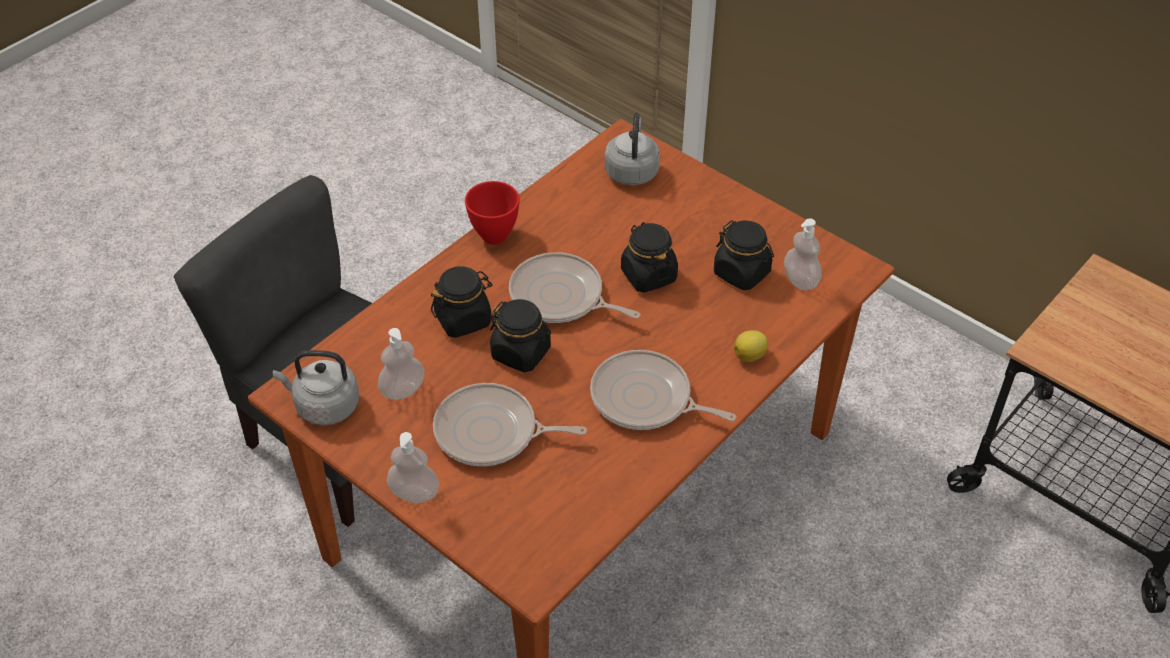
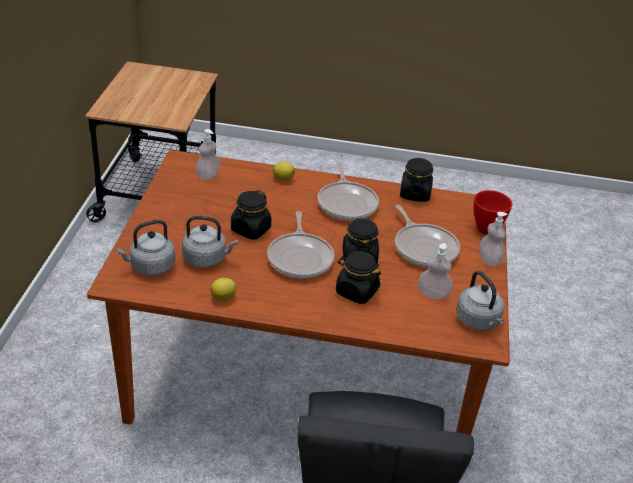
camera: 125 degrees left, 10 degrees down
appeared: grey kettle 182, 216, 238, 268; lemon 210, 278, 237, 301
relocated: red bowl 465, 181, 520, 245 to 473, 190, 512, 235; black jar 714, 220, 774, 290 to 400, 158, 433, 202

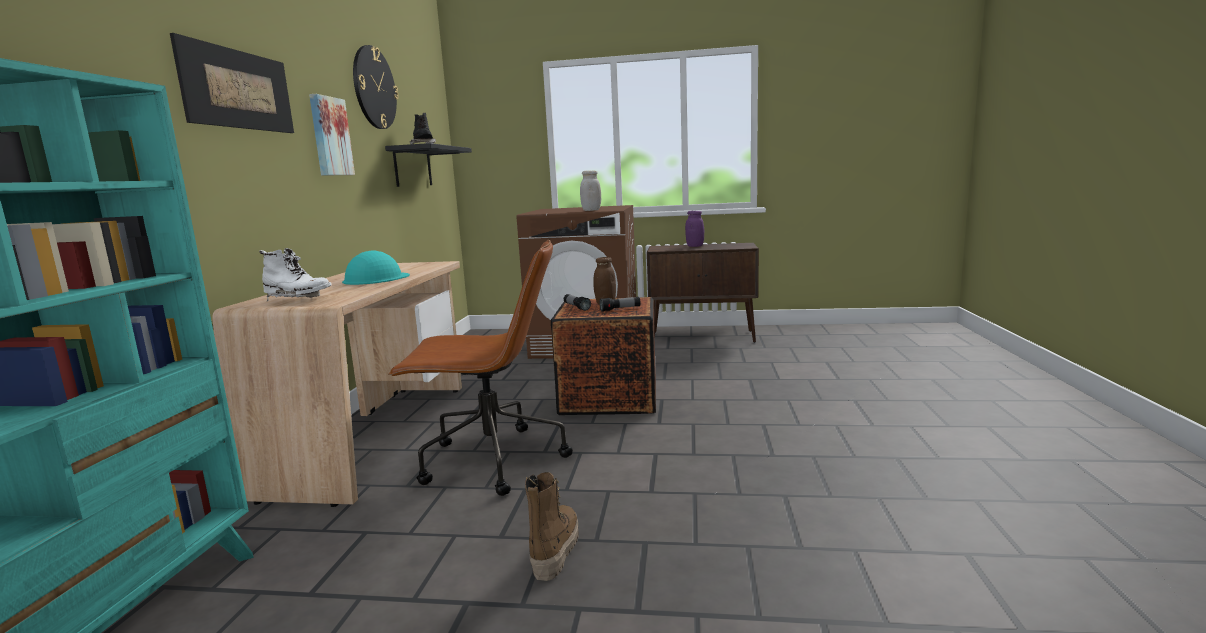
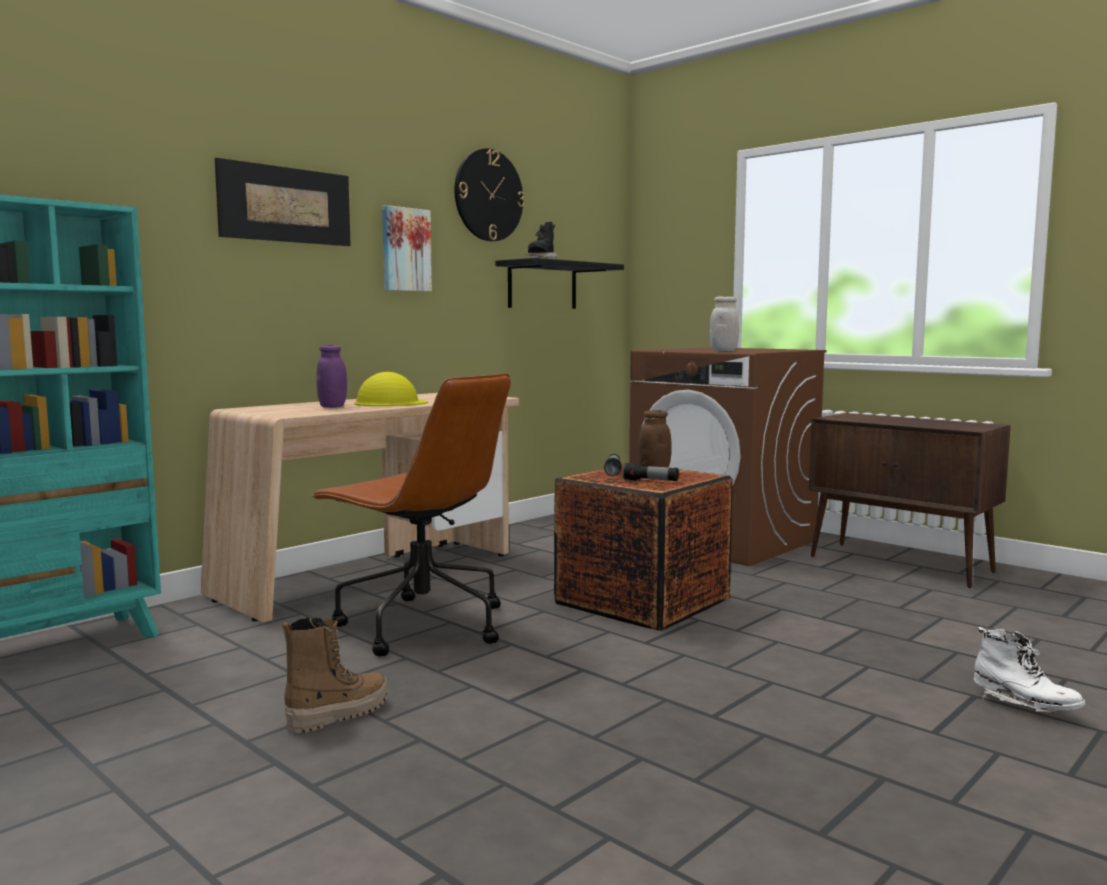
camera: 35 degrees right, 5 degrees down
relocated: white boot 259, 248, 332, 301 to 974, 627, 1085, 714; purple jar 685, 211, 704, 247 to 317, 345, 347, 408
colour: turquoise hard hat 342, 251, 410, 285 to yellow hard hat 354, 372, 428, 406

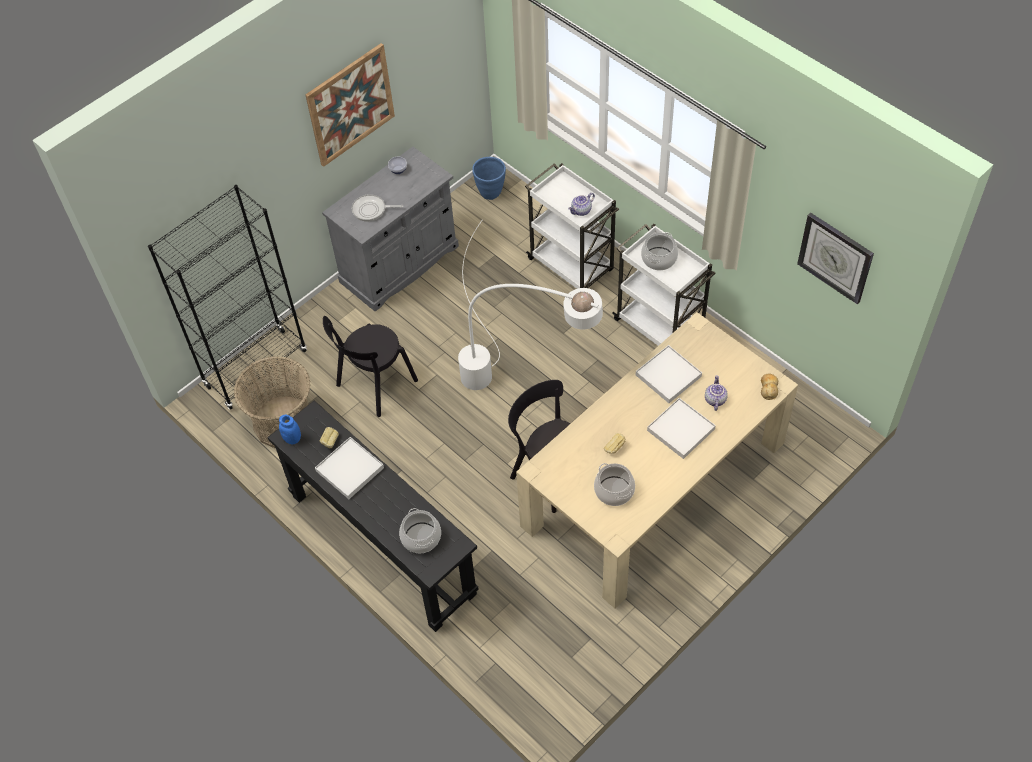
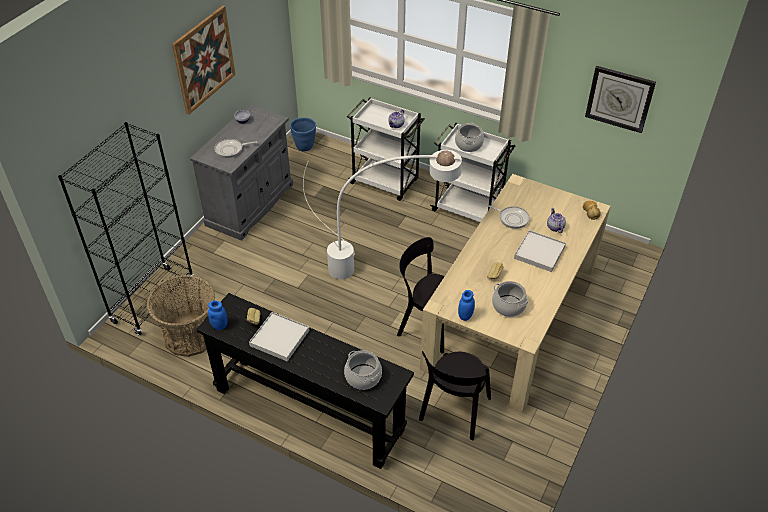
camera: 20 degrees left, 10 degrees down
appeared: blue jar 458, 290, 475, 321
relocated: black chair 323, 316, 418, 417 to 419, 351, 491, 441
exchanged: white tray 636, 345, 702, 403 to frying pan 486, 204, 530, 229

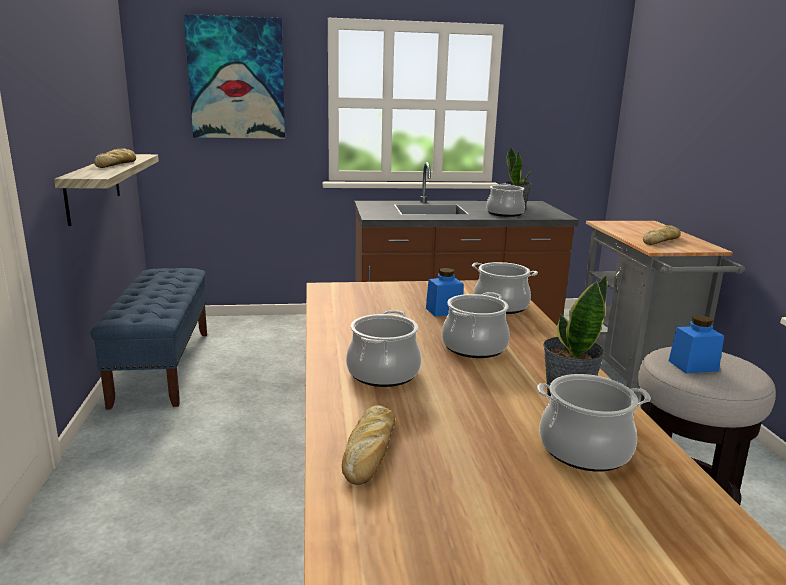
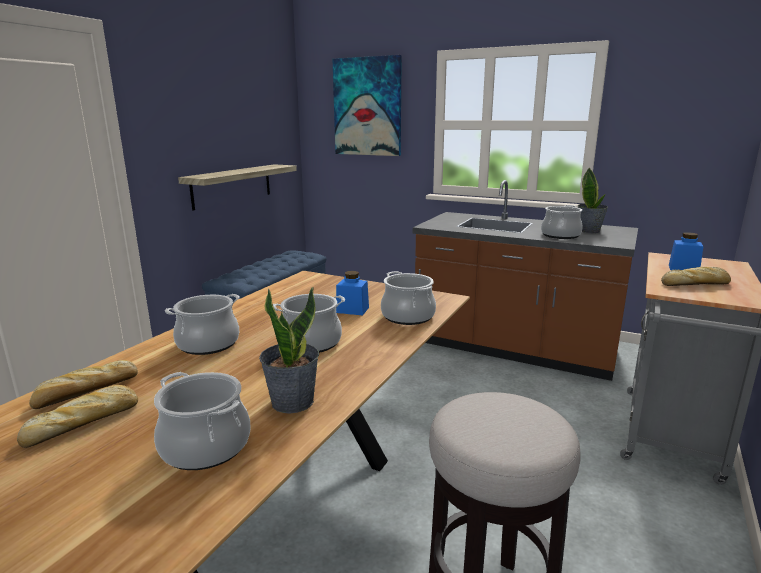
camera: 35 degrees right, 0 degrees up
relocated: bread 94, 148, 136, 168 to 17, 385, 138, 448; blue jar 669, 315, 724, 373 to 669, 232, 704, 270

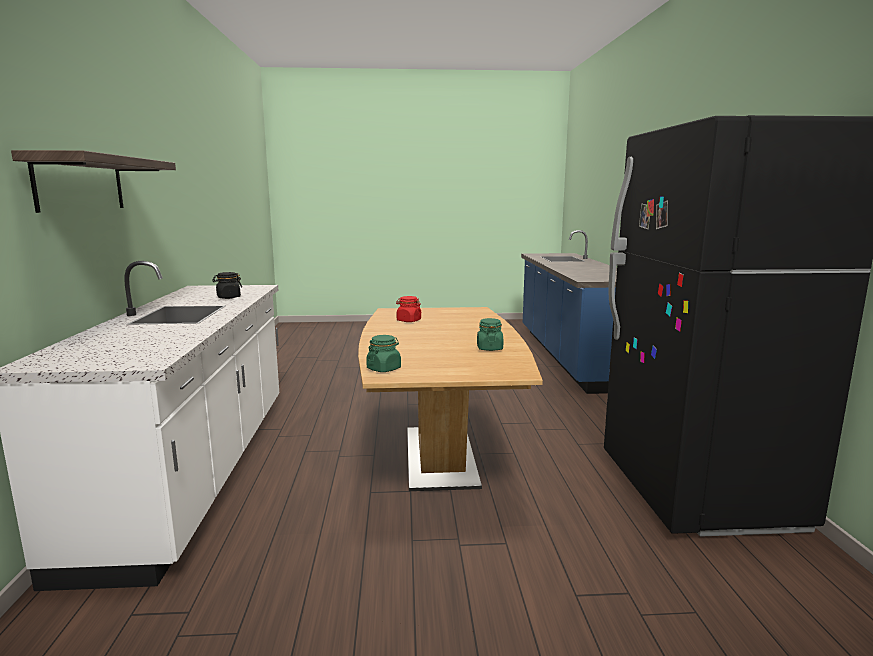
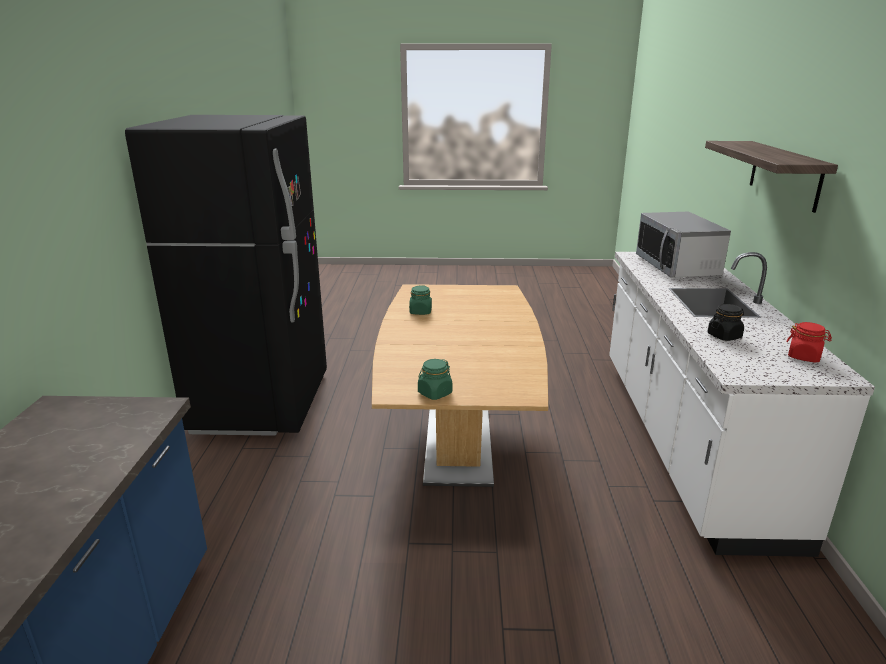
camera: 175 degrees left, 10 degrees up
appeared: microwave 636, 211, 731, 278
relocated: green jar 366, 335, 401, 372 to 418, 359, 452, 400; red jar 396, 296, 421, 322 to 786, 322, 832, 362

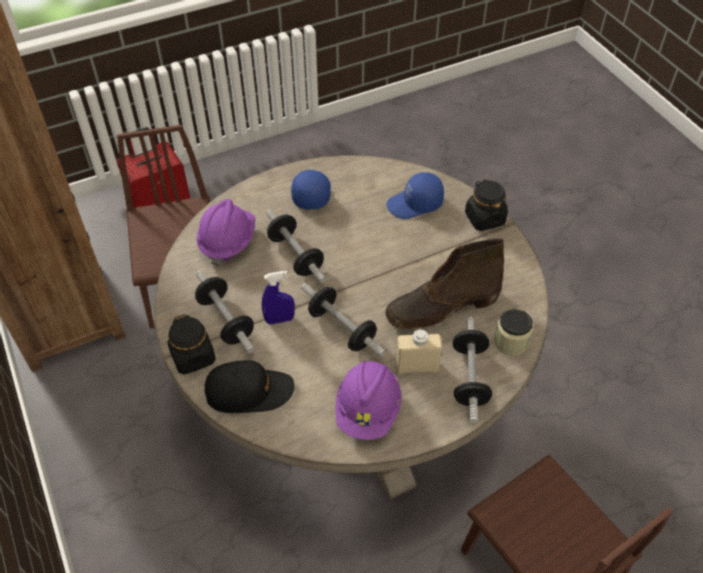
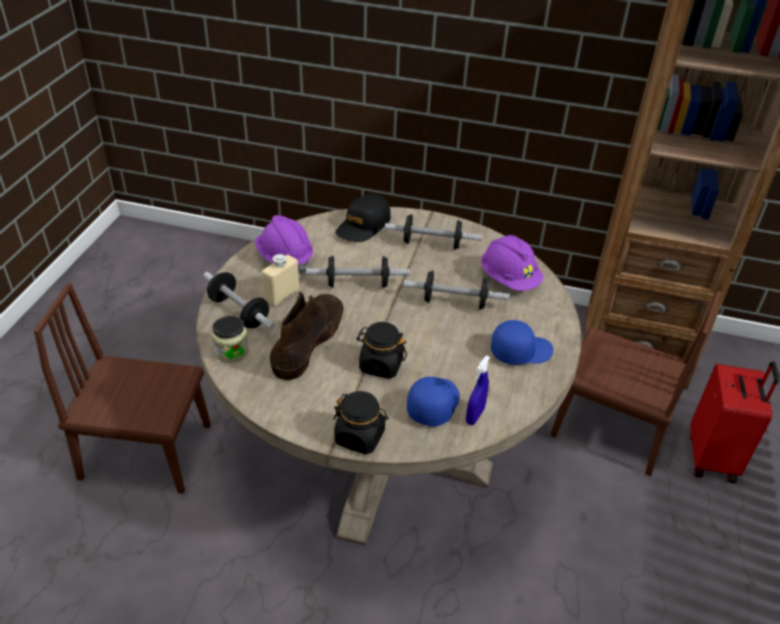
camera: 130 degrees right, 10 degrees down
relocated: black jar 167, 314, 216, 375 to 356, 322, 407, 379; blue spray bottle 262, 271, 295, 324 to 466, 356, 490, 425
spun: blue cap 291, 170, 331, 210 = 491, 320, 553, 365 60 degrees counterclockwise

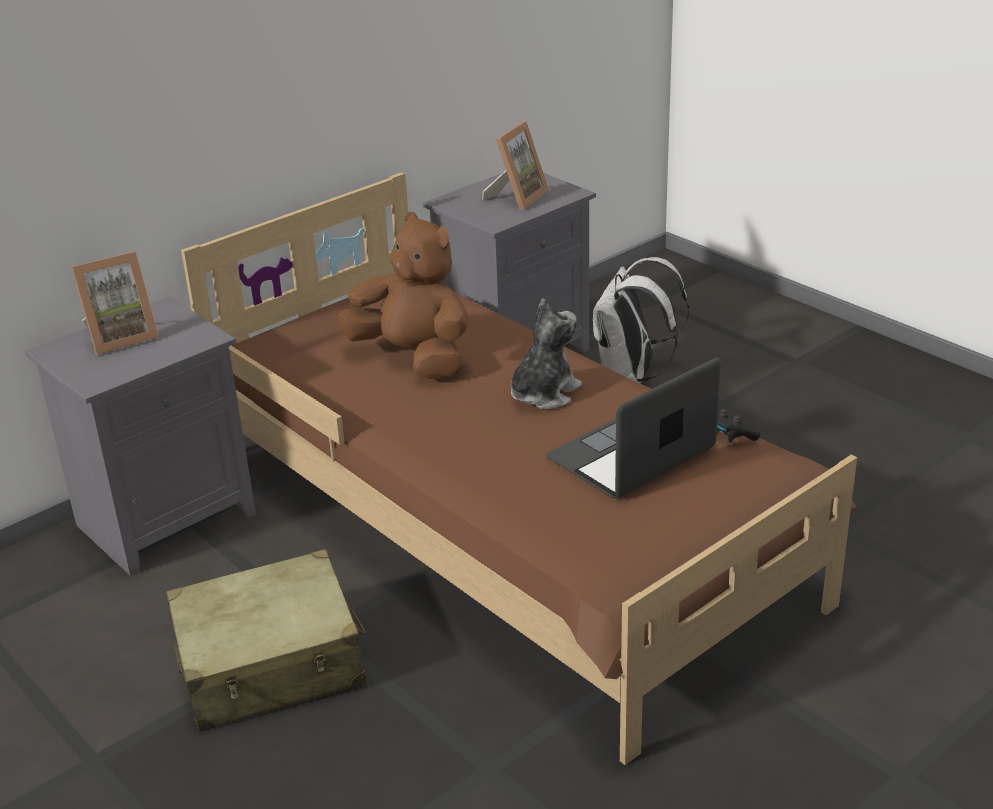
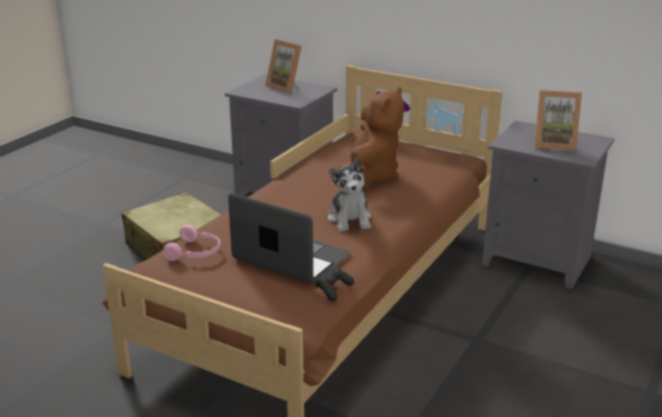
camera: 70 degrees right, 5 degrees down
missing: white backpack 593, 257, 689, 384
appeared: pink headphones 163, 225, 220, 261
spun: plush toy 511, 298, 582, 410 = 328, 158, 371, 232 60 degrees clockwise

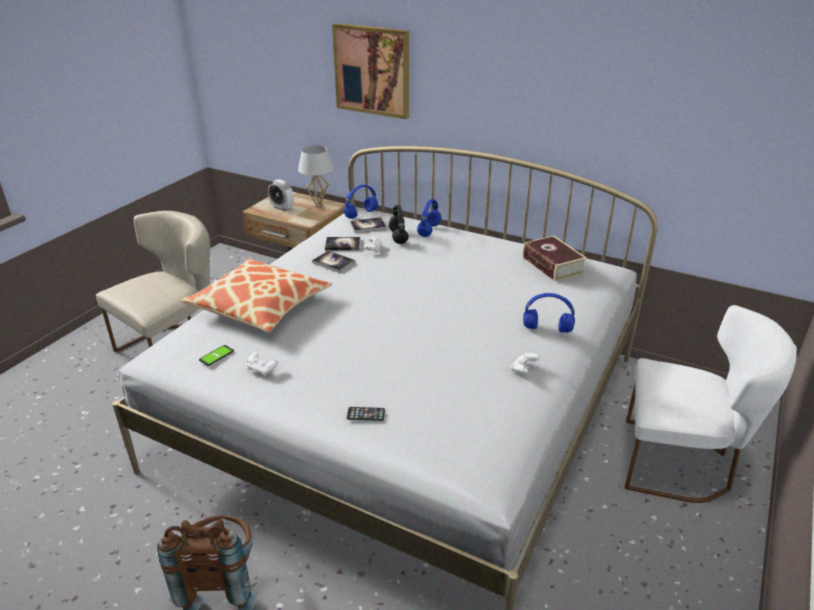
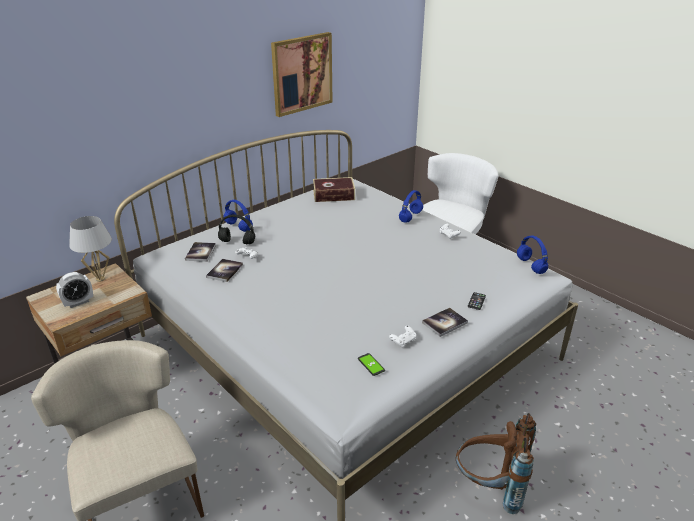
camera: 70 degrees left, 0 degrees up
missing: pillow 181, 259, 332, 332
relocated: book 312, 251, 355, 273 to 422, 308, 468, 337; picture 332, 23, 409, 119 to 271, 32, 333, 117; blue headphones 344, 185, 378, 219 to 517, 236, 548, 274

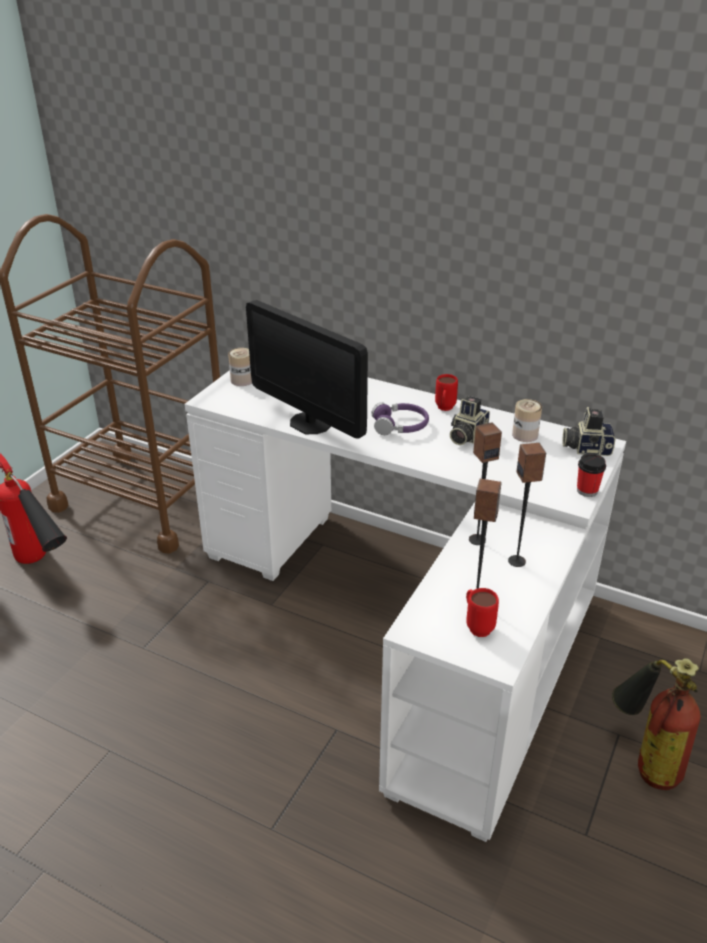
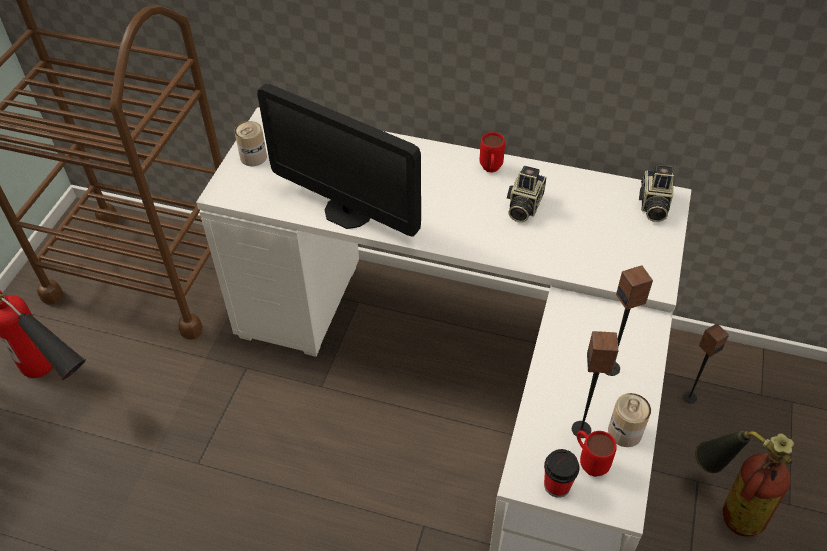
camera: 10 degrees left, 15 degrees up
missing: purple headphones 371, 402, 429, 435
relocated: speaker 469, 422, 502, 545 to 683, 323, 729, 403; can 512, 399, 542, 442 to 608, 393, 651, 447; cup 577, 453, 606, 497 to 544, 449, 580, 498
spun: photo camera 562, 407, 615, 456 = 639, 165, 674, 222 75 degrees counterclockwise

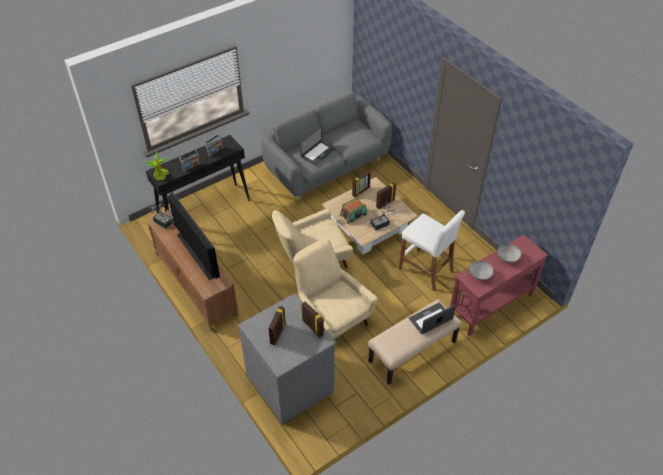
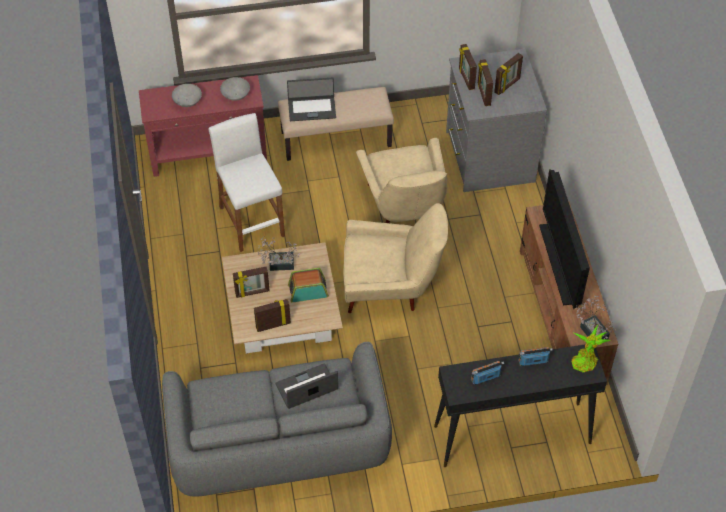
camera: 155 degrees left, 5 degrees up
appeared: picture frame 478, 59, 493, 106

